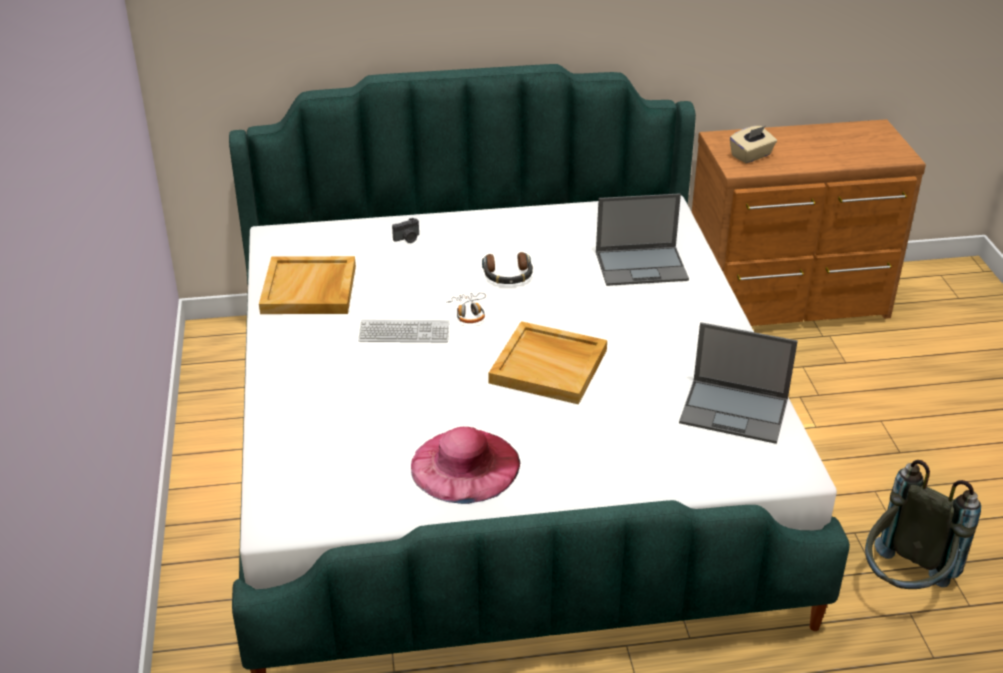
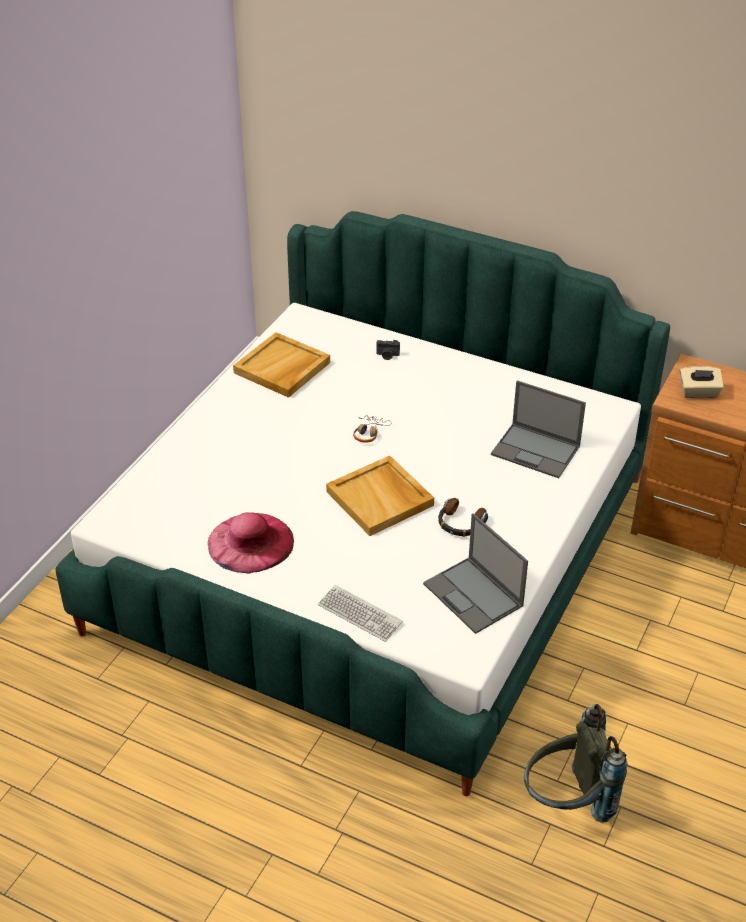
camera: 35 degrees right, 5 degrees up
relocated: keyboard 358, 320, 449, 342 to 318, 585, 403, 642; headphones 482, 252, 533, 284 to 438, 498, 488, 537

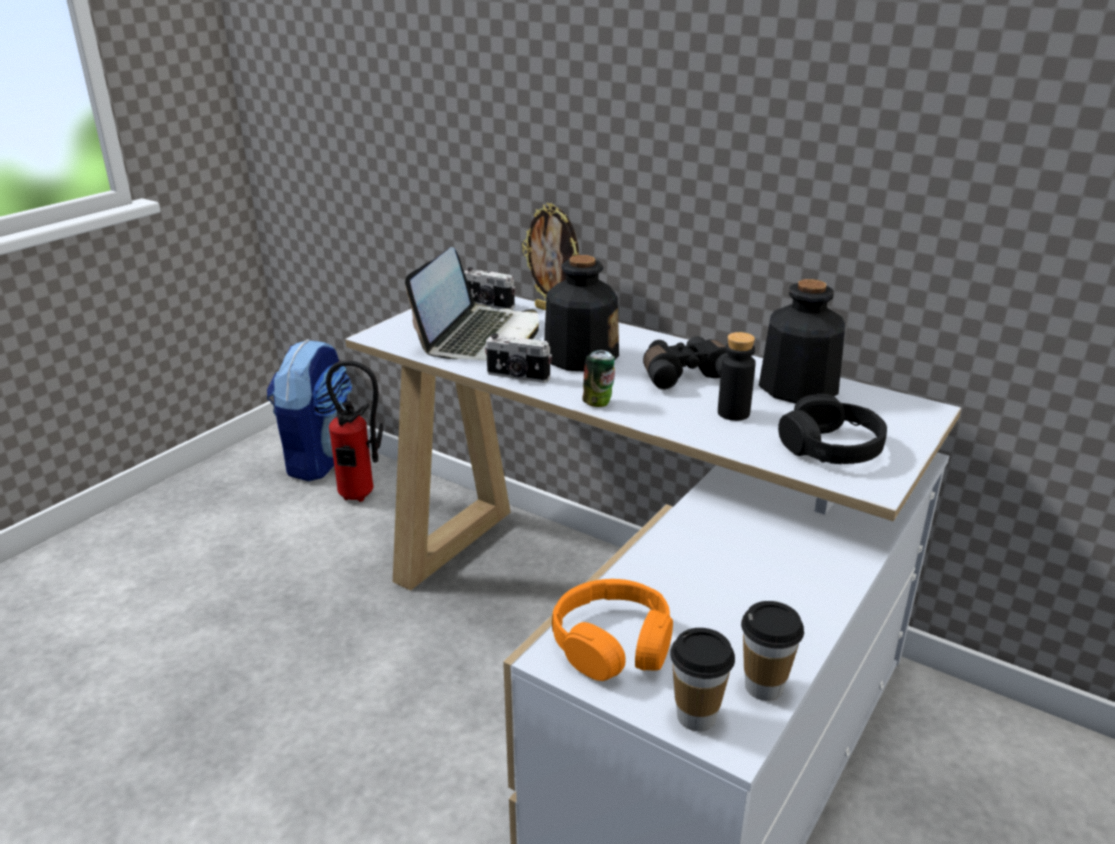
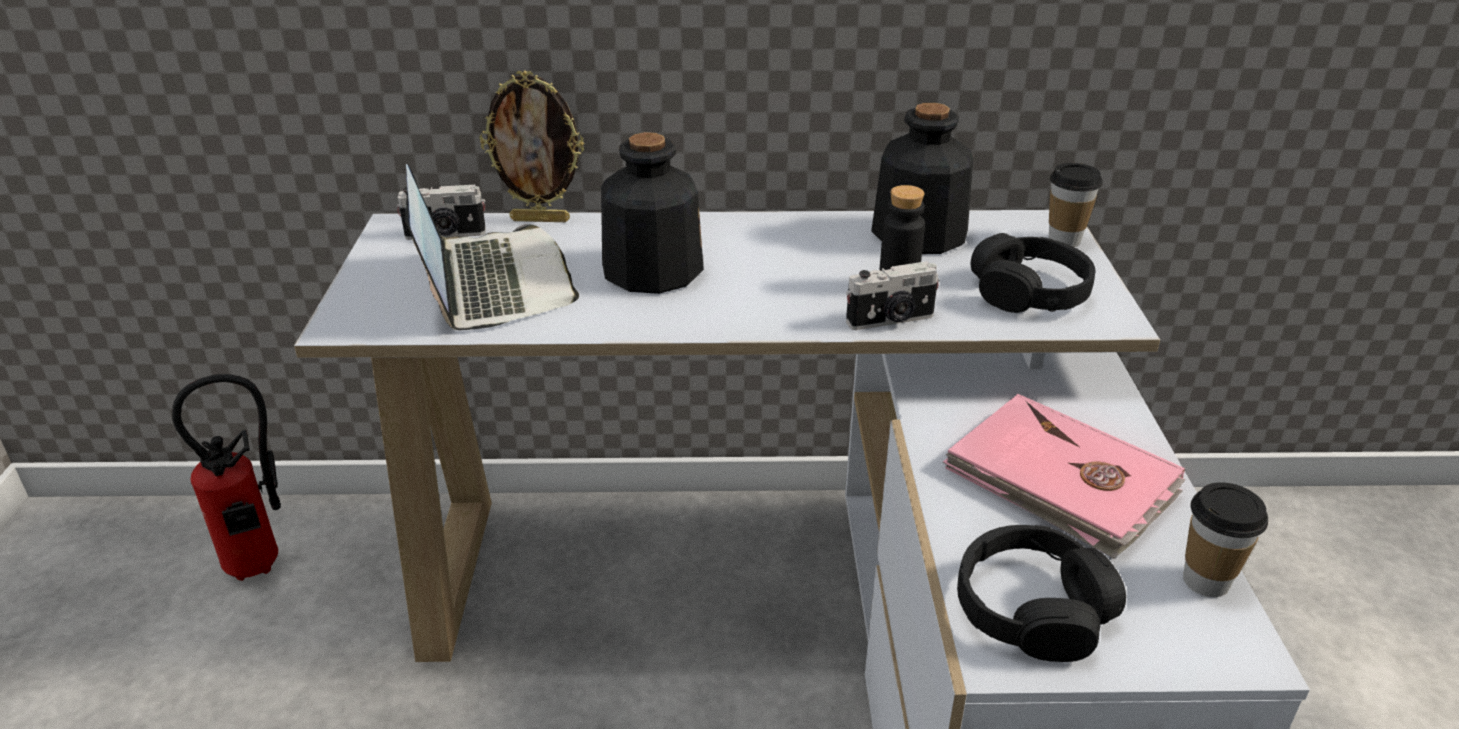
camera: 35 degrees left, 5 degrees up
missing: backpack 266, 339, 352, 481; can 582, 350, 615, 407; black binoculars 643, 336, 728, 390
appeared: pink book 943, 394, 1185, 558
relocated: photo camera 485, 333, 552, 383 to 846, 261, 940, 330; cup 670, 628, 735, 731 to 1049, 163, 1103, 247
colour: orange headphones 552, 579, 673, 681 to black headphones 957, 525, 1126, 662

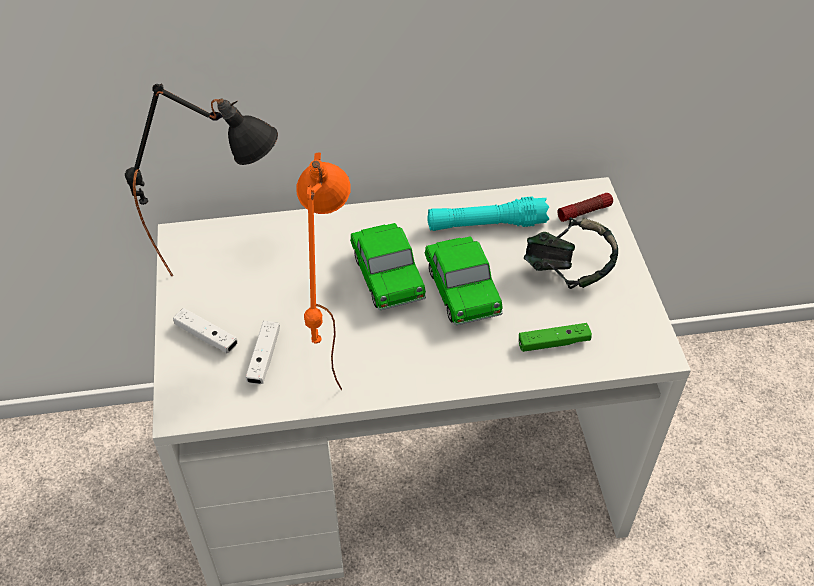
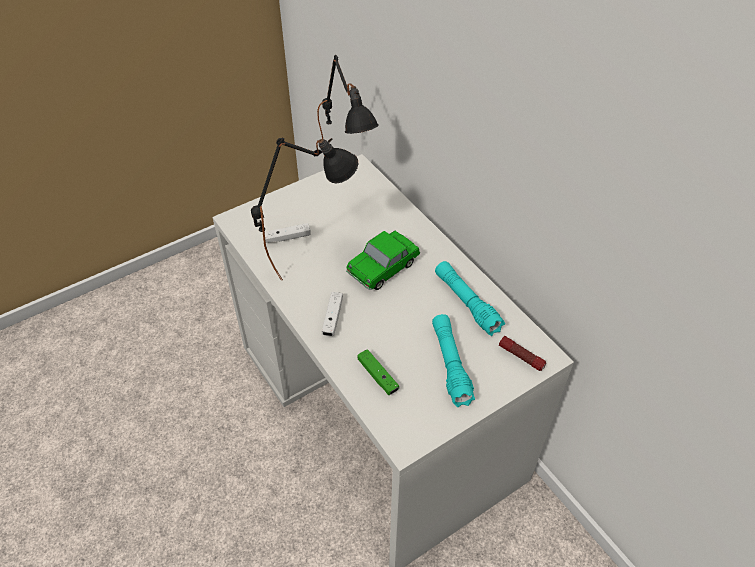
camera: 65 degrees right, 0 degrees up
missing: toy car 425, 236, 503, 325
relocated: white game controller 173, 308, 238, 353 to 322, 292, 343, 336
exchanged: headphones 524, 217, 618, 289 to turquoise flashlight 432, 314, 475, 407
colour: orange table lamp 297, 152, 350, 390 to black table lamp 251, 137, 358, 280

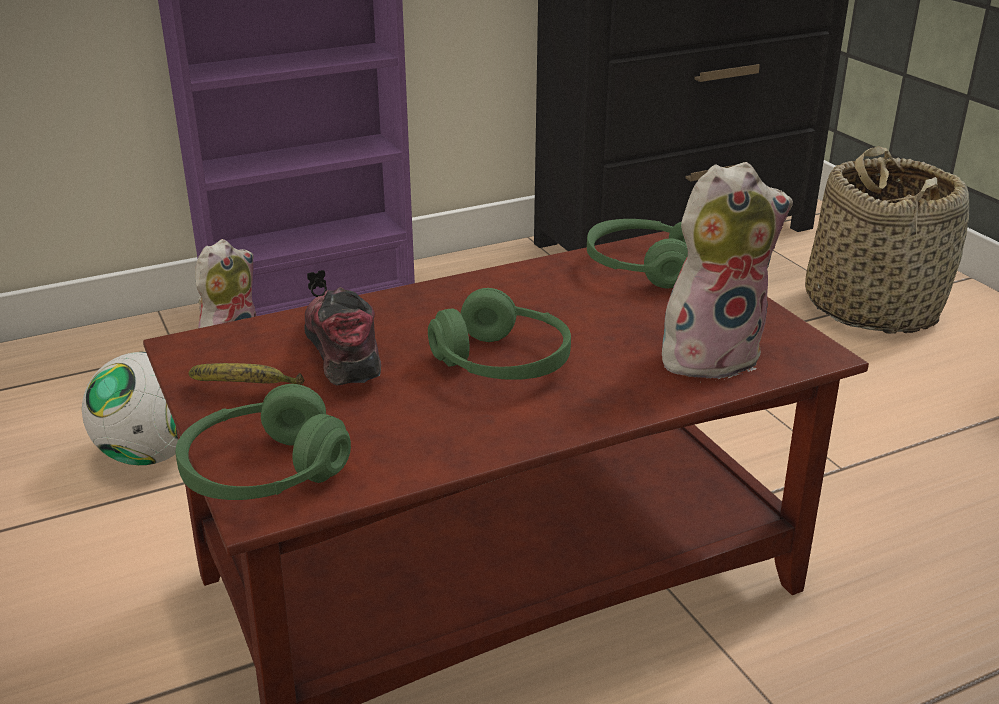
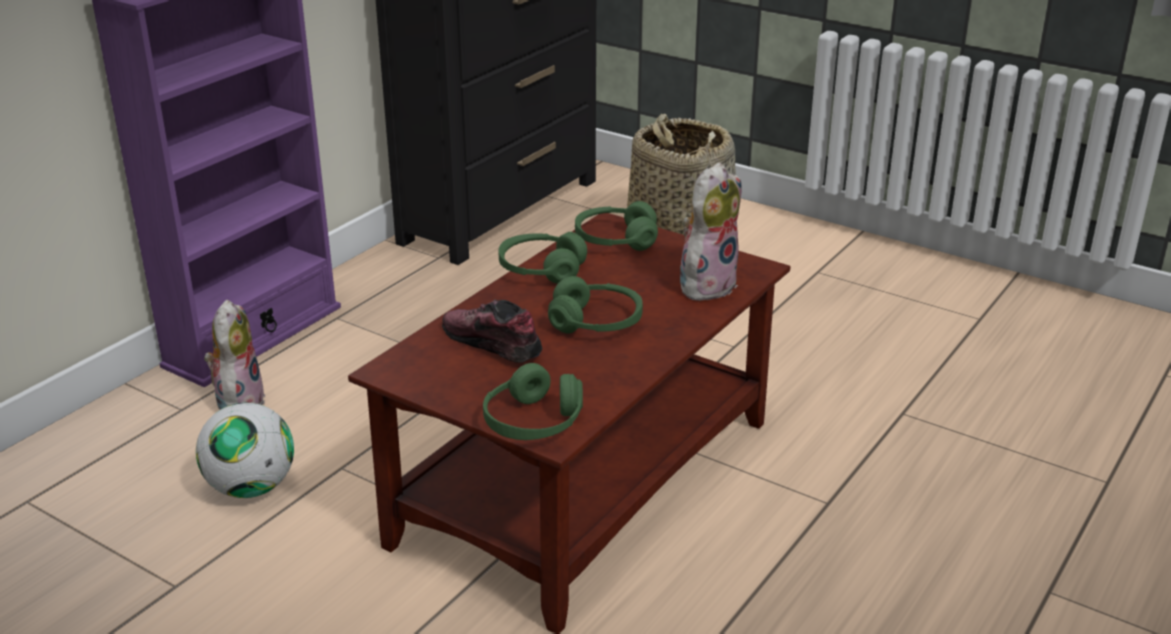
camera: 30 degrees left, 0 degrees up
missing: banana 189, 363, 304, 385
appeared: green headphones 498, 232, 587, 284

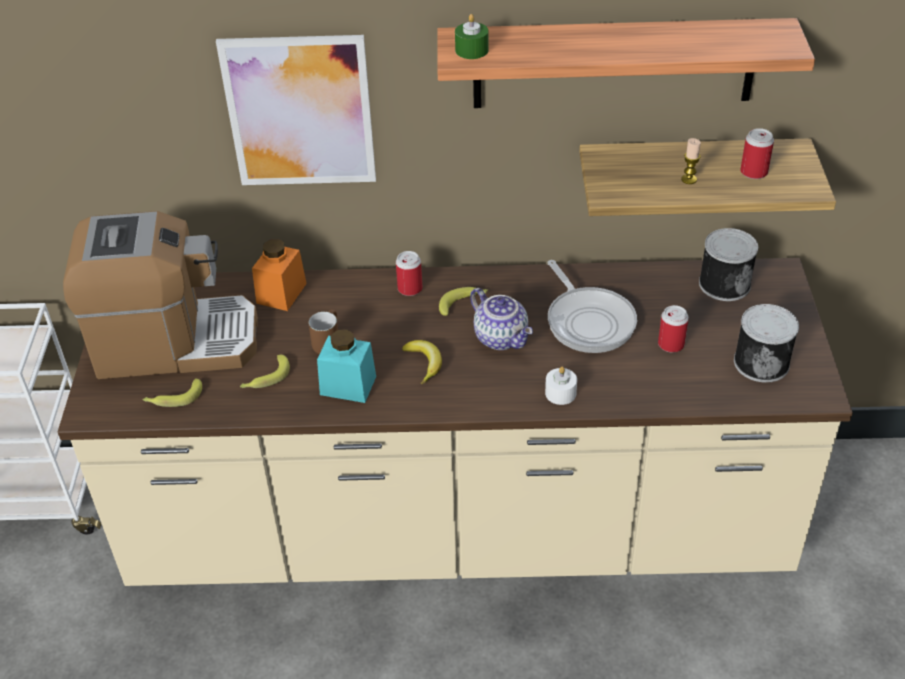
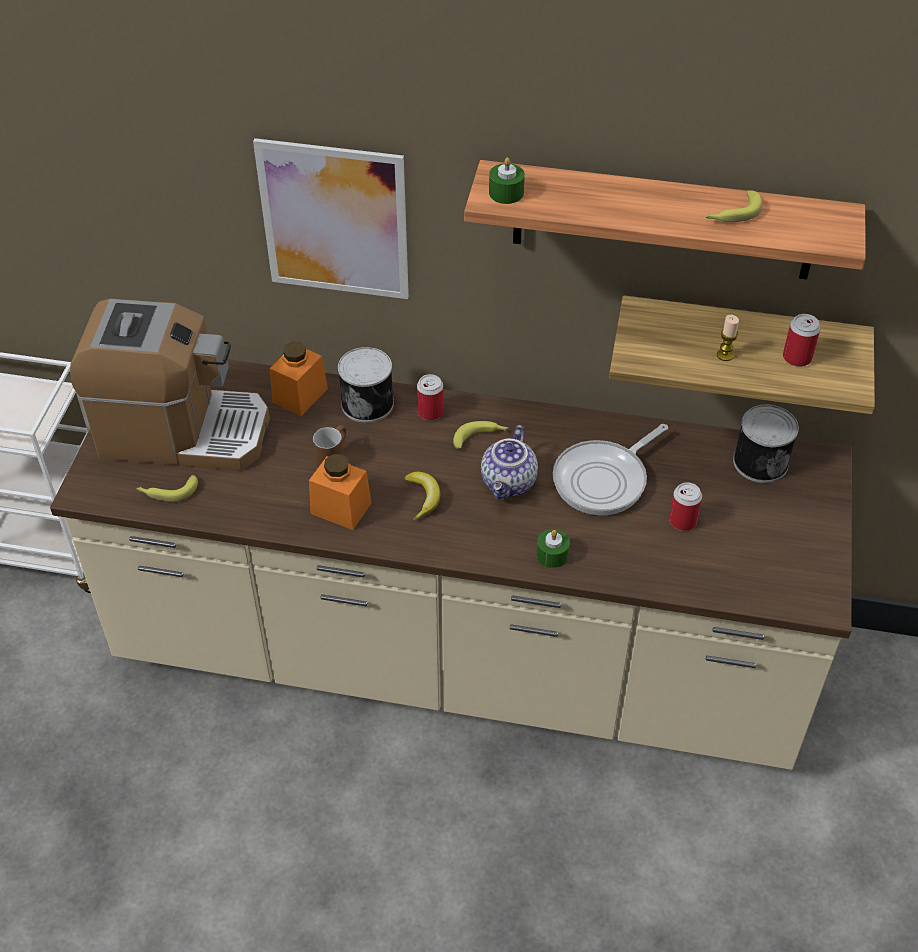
camera: 10 degrees right, 5 degrees up
relocated: banana 240, 355, 290, 388 to 706, 190, 762, 222; can 734, 304, 799, 383 to 338, 347, 394, 423
colour: turquoise jar 317, 329, 376, 403 to orange jar 309, 454, 371, 530; white candle 545, 367, 577, 405 to green candle 536, 529, 570, 568
spun: teapot 470, 288, 533, 350 = 481, 425, 538, 500 45 degrees clockwise; frying pan 547, 260, 637, 353 = 553, 424, 668, 515 60 degrees clockwise

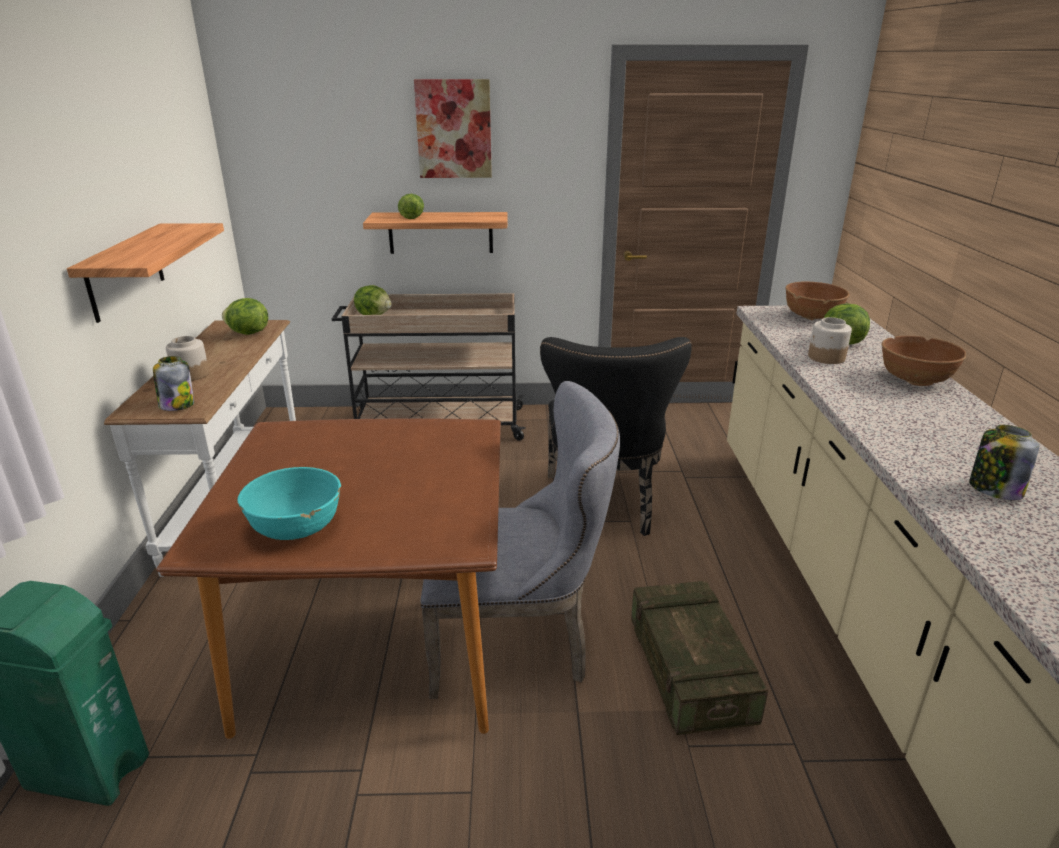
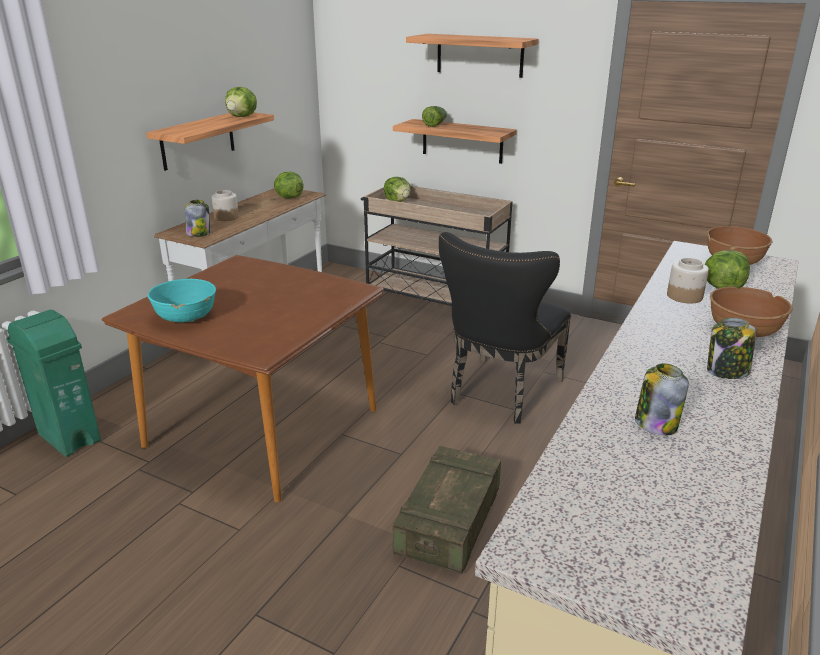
camera: 30 degrees right, 0 degrees up
missing: grey chair 420, 381, 620, 699
appeared: lettuce 225, 87, 257, 117; jar 707, 318, 756, 379
exchanged: picture 414, 79, 492, 178 to shelf 406, 34, 539, 78

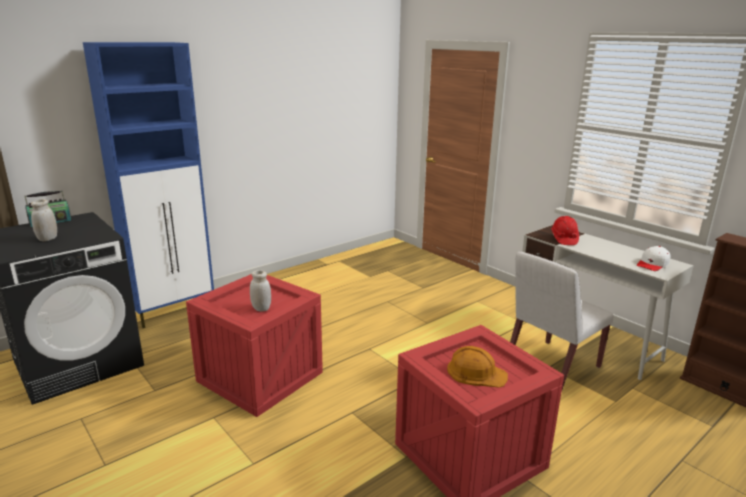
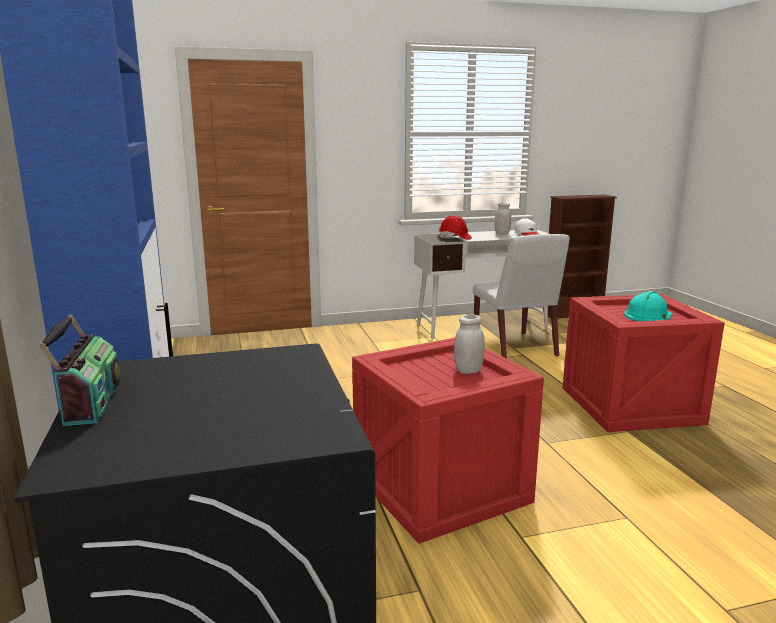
camera: 65 degrees left, 5 degrees down
relocated: white jar 31, 199, 57, 241 to 495, 202, 511, 235
colour: orange hard hat 447, 346, 508, 387 to turquoise hard hat 624, 291, 673, 321

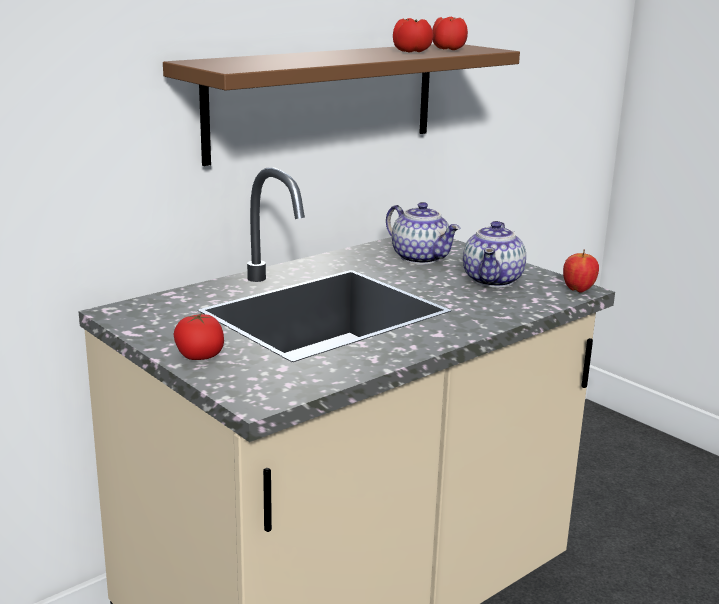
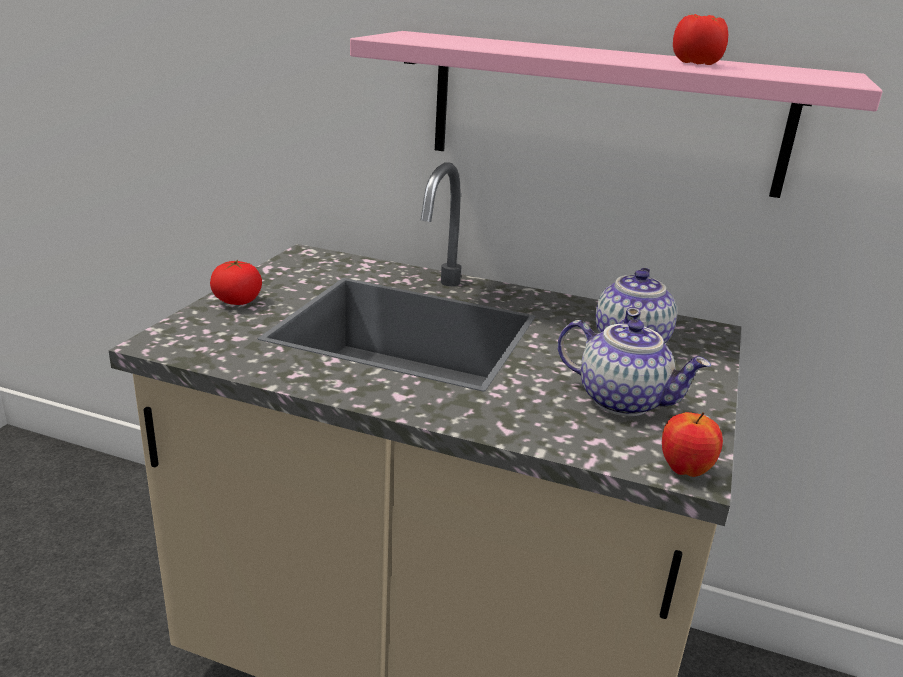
camera: 60 degrees right, 5 degrees up
missing: tomato 432, 17, 468, 50
colour: brown shelf 163, 44, 520, 166 to pink shelf 350, 31, 883, 198
spun: teapot 463, 221, 526, 288 = 558, 319, 711, 416 135 degrees counterclockwise

